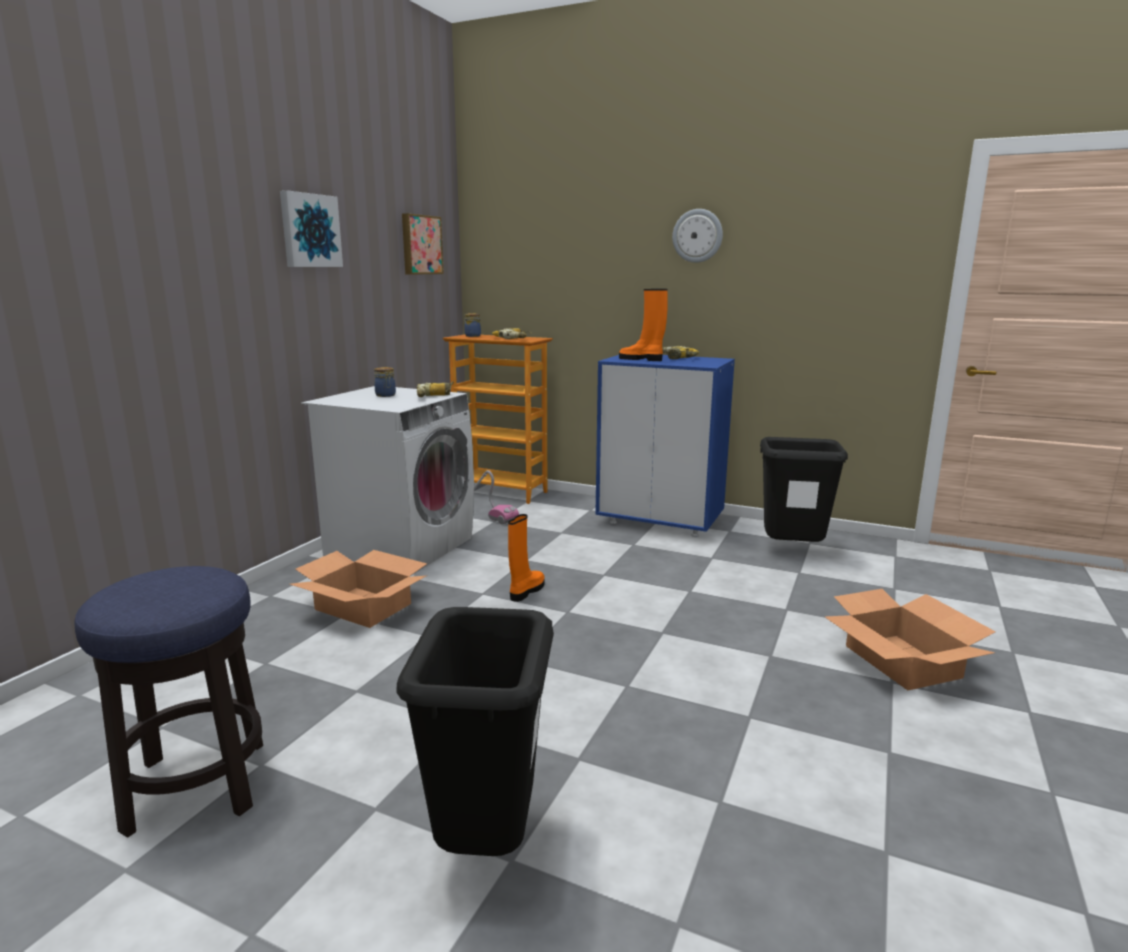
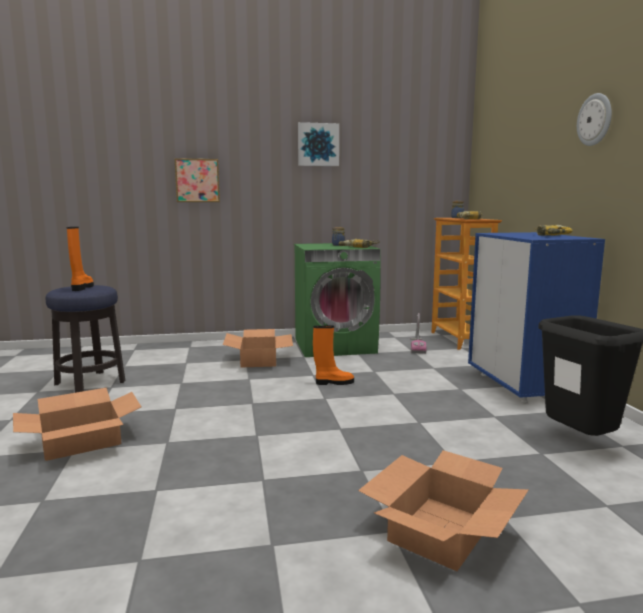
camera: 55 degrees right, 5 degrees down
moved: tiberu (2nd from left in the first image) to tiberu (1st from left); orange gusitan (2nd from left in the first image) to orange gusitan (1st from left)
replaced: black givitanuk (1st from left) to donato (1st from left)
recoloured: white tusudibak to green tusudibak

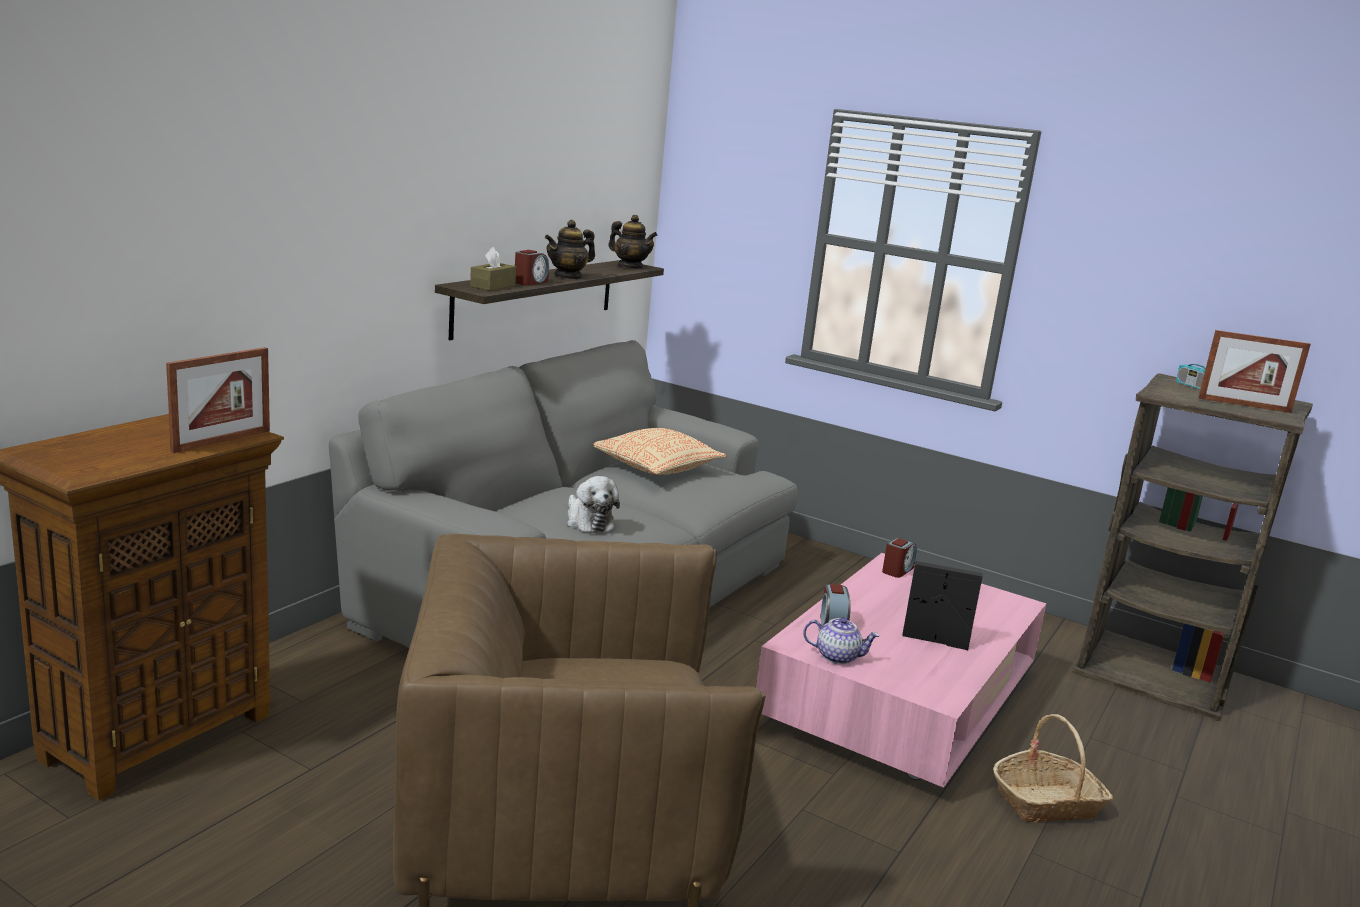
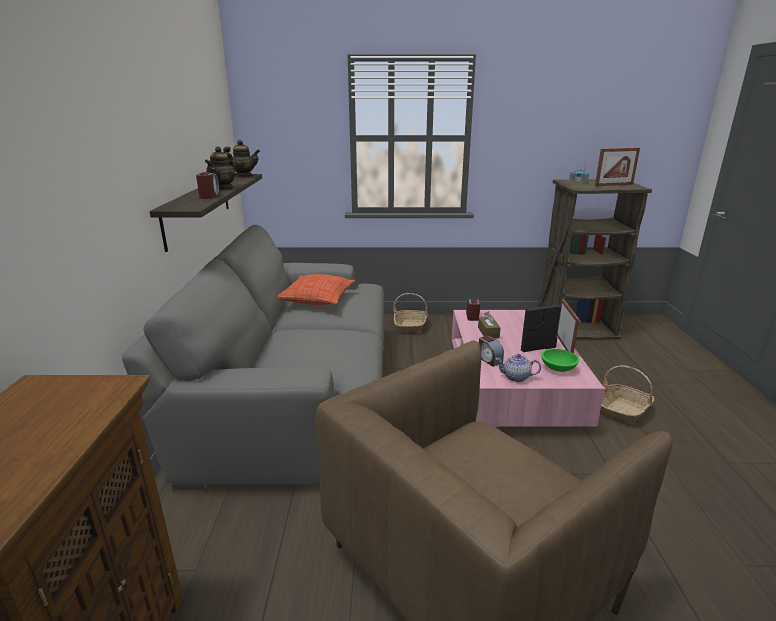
camera: 30 degrees left, 5 degrees up
removed: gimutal
added: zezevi (1st from left); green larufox
moved: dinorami (1st from left in the first image) to dinorami (2nd from left); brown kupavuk
recoloured: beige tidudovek to orange tidudovek
turned: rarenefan (3rd from left) 150 degrees counterclockwise

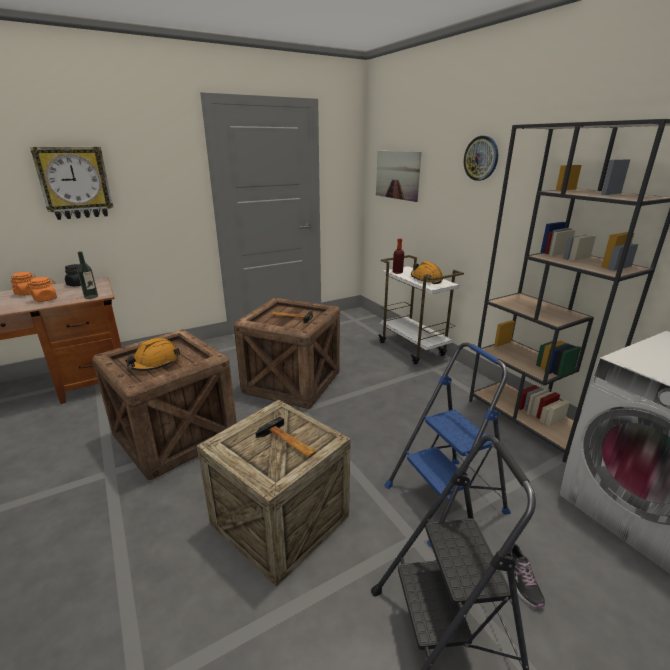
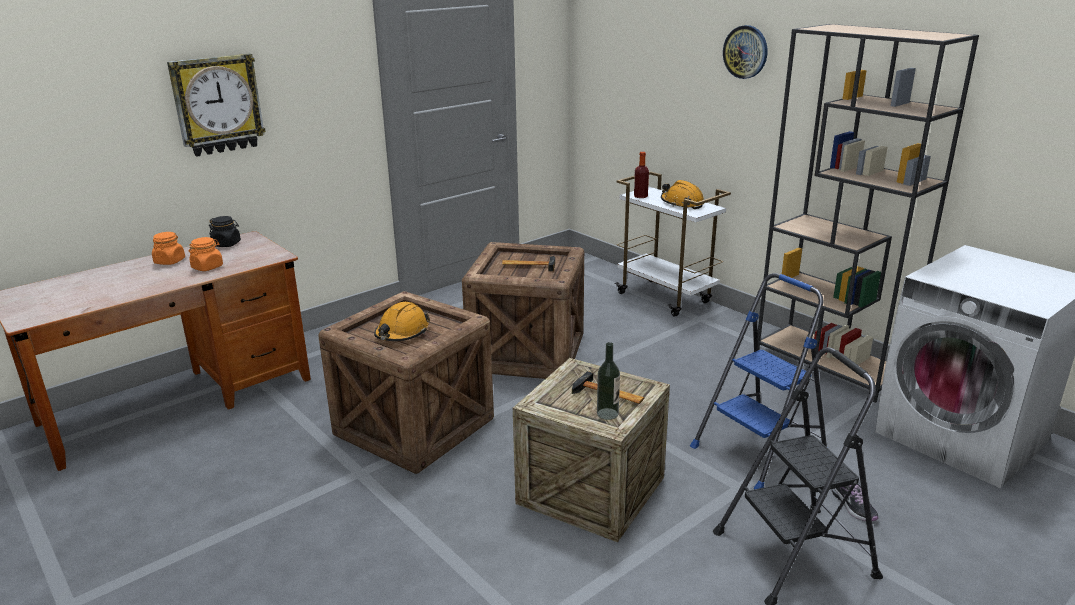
camera: 10 degrees left, 0 degrees up
removed: tiberu
moved: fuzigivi (1st from left)

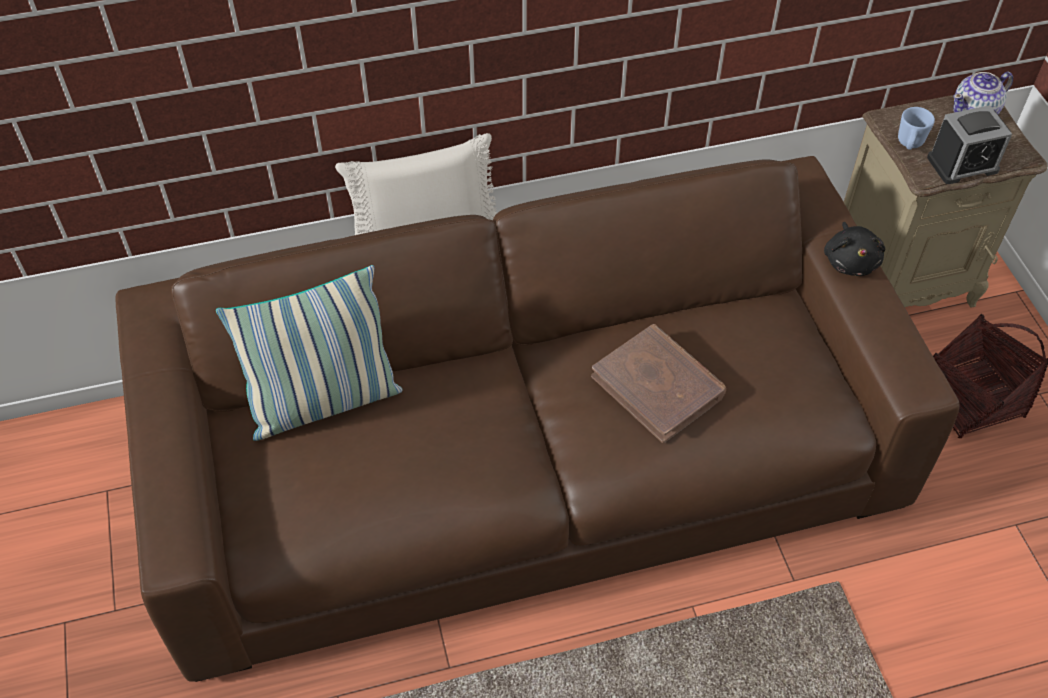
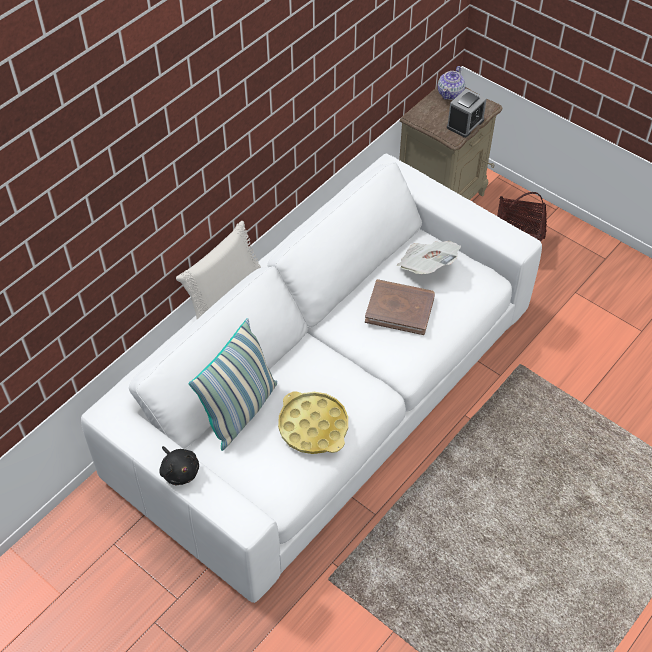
camera: 35 degrees left, 0 degrees up
removed: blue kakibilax
added: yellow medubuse; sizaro
moved: black gimutal
recoloured: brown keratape to white keratape

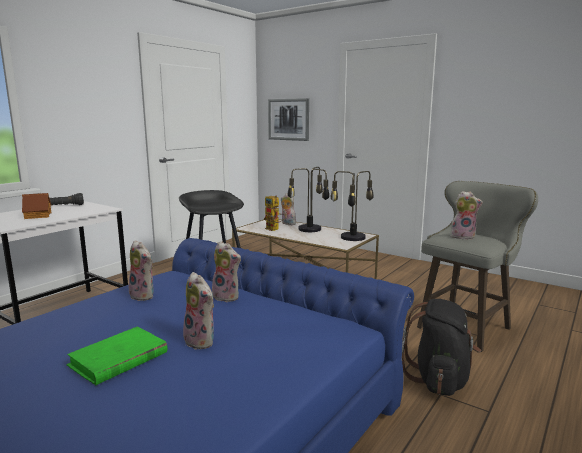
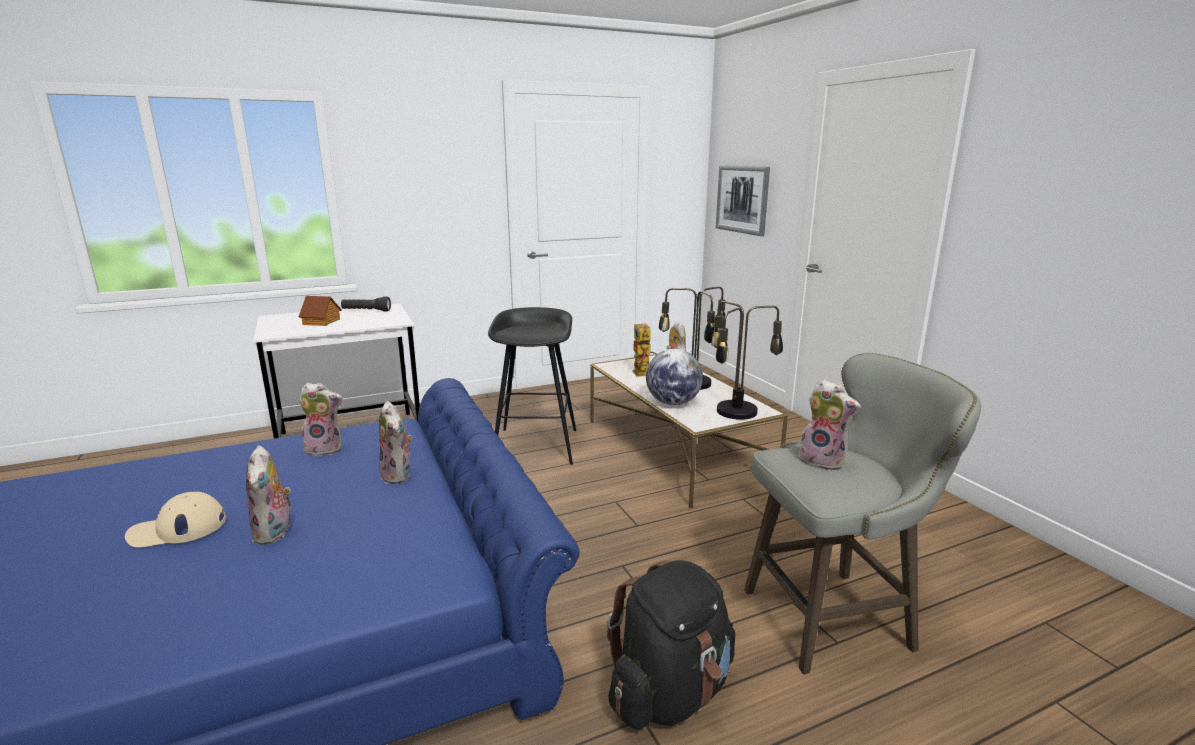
camera: 30 degrees right, 5 degrees up
added: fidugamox
replaced: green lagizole to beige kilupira
turned: gimutal (1st from left in the first image) 75 degrees counterclockwise

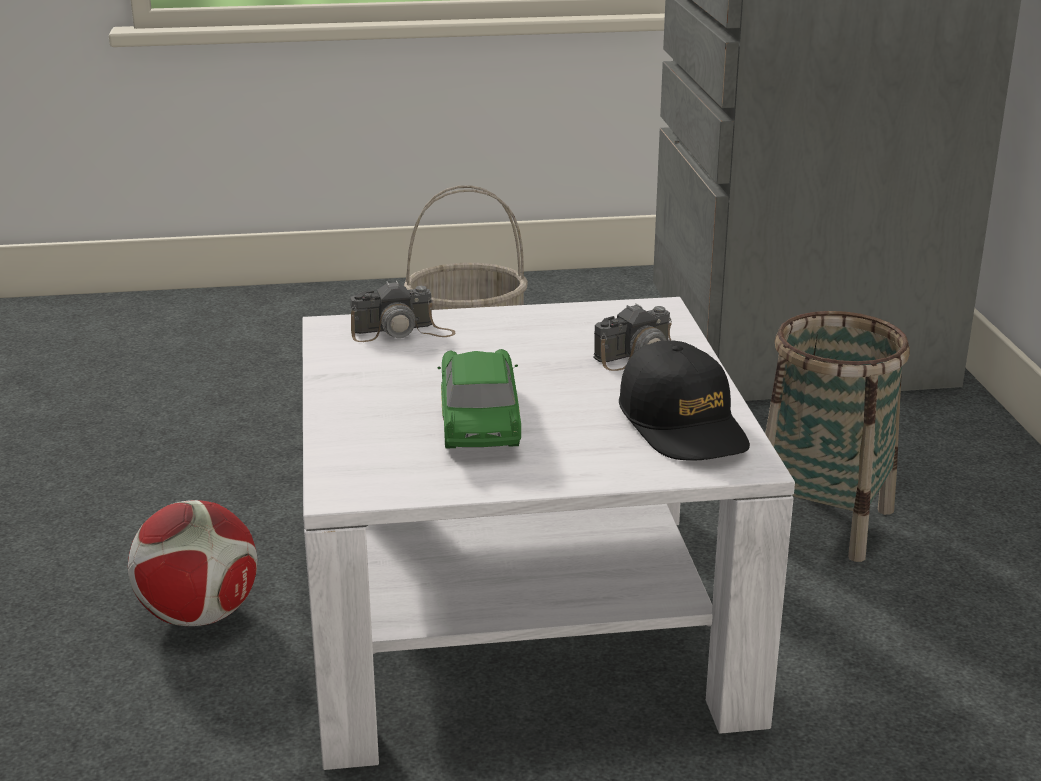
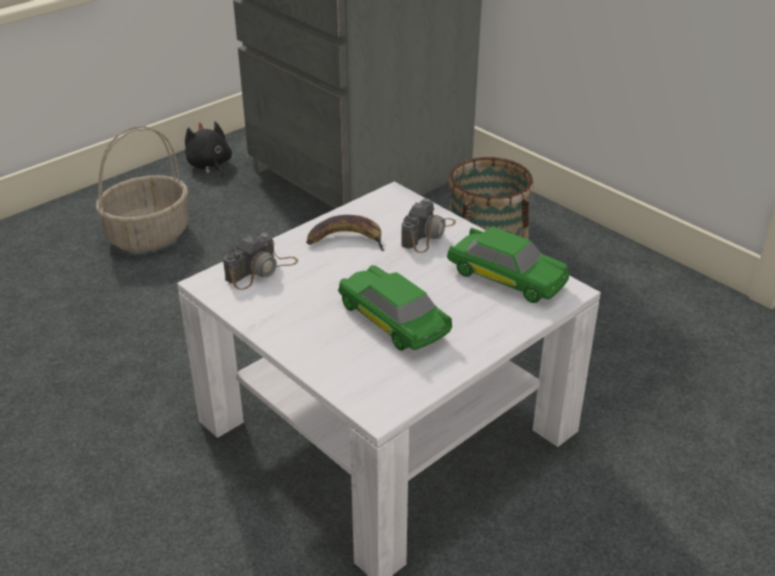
camera: 35 degrees left, 10 degrees up
removed: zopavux
added: black gimutal; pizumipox
replaced: black kilupira to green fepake (2nd from left)

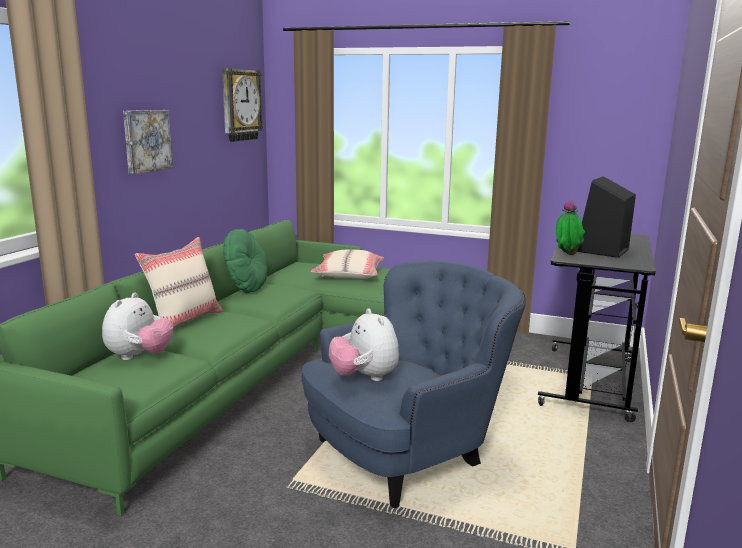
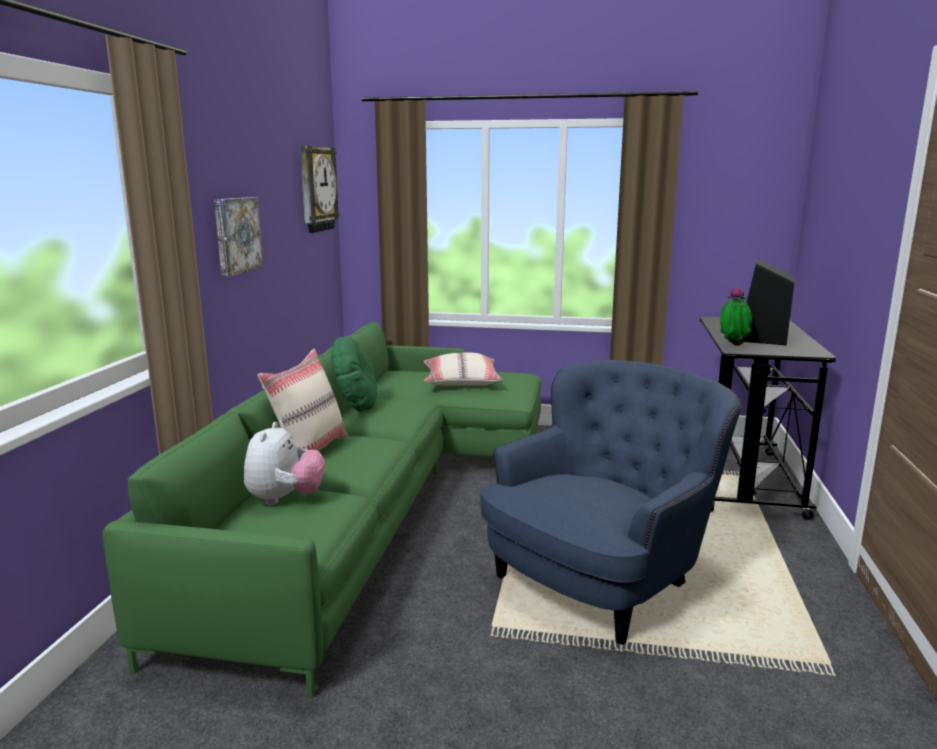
camera: 10 degrees left, 0 degrees up
removed: gimutal (2nd from left)

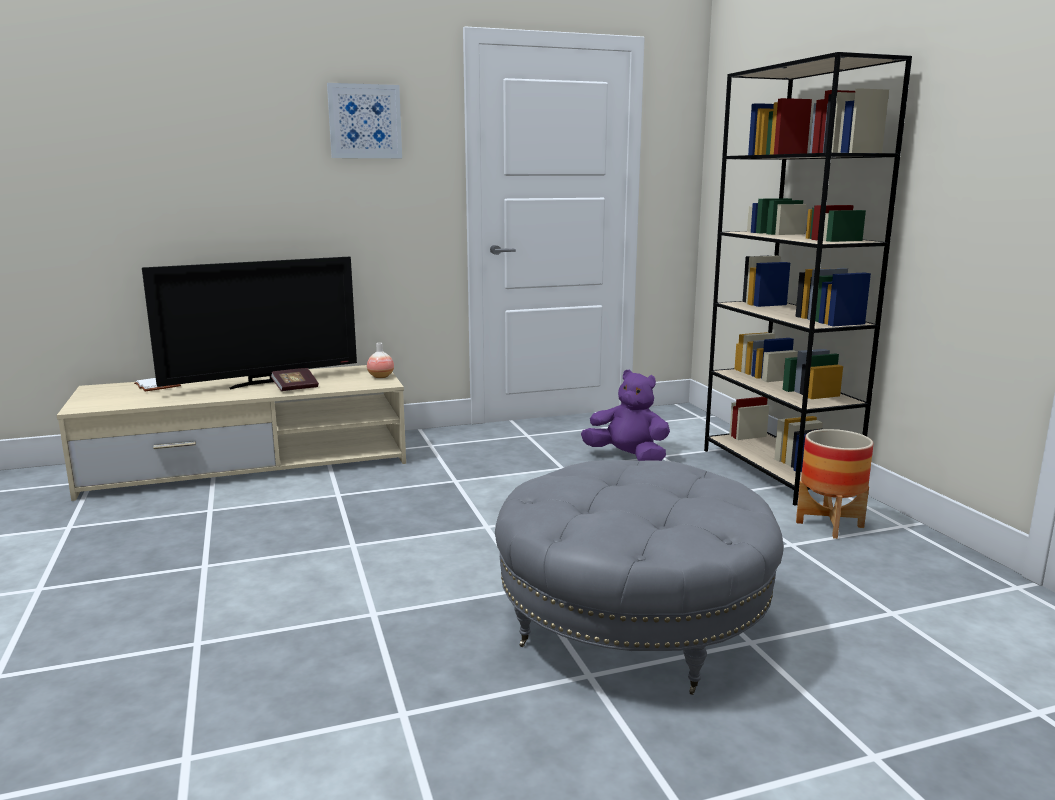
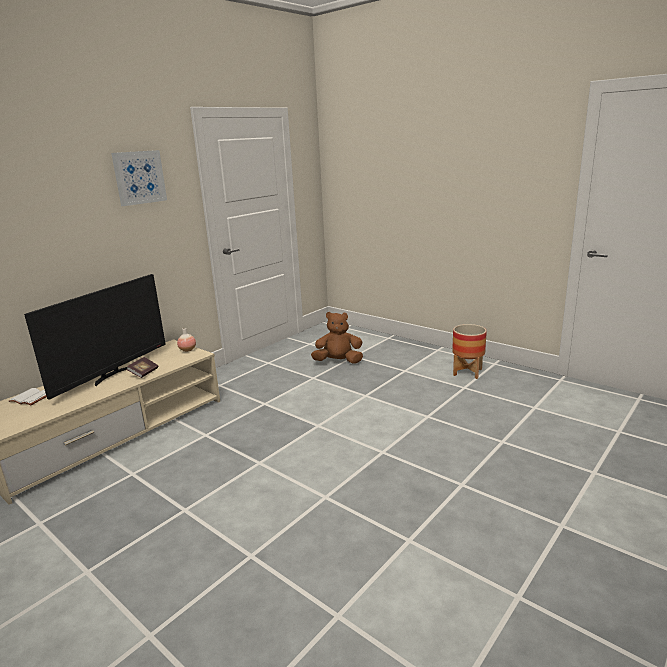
camera: 30 degrees left, 5 degrees up
removed: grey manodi; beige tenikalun
recoloured: purple gimutal to brown gimutal

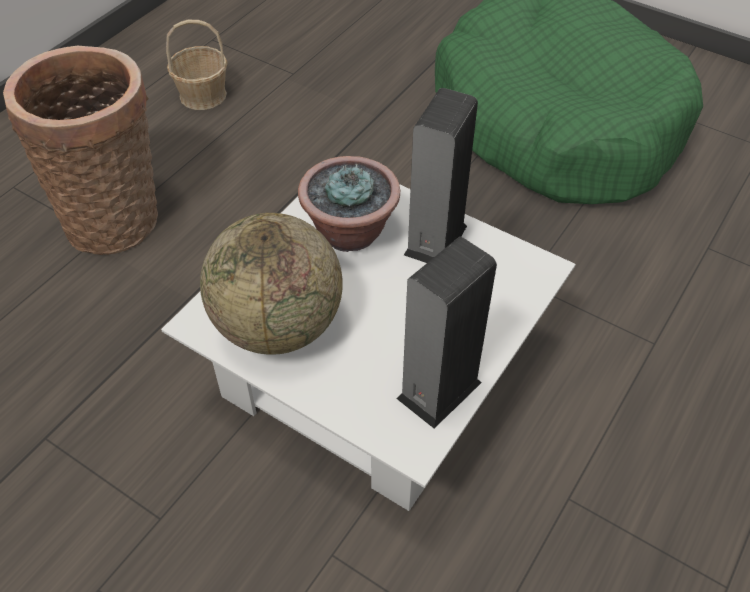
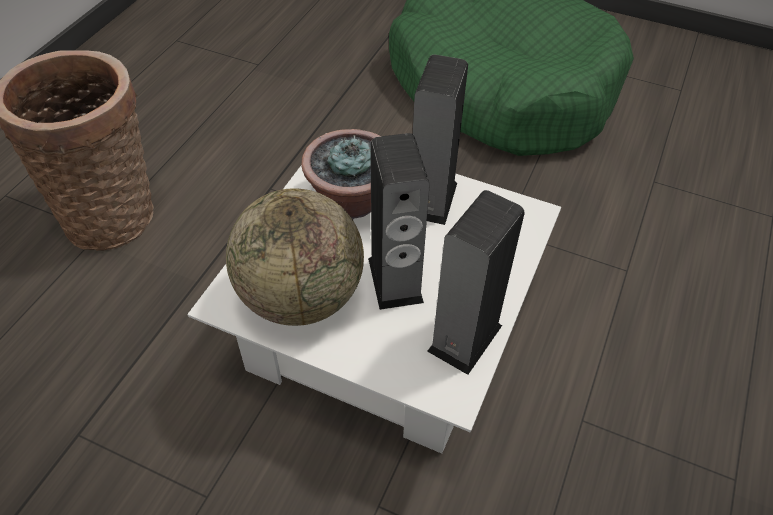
camera: 10 degrees left, 0 degrees up
removed: zezevi (2nd from left)
added: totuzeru (1st from left)

